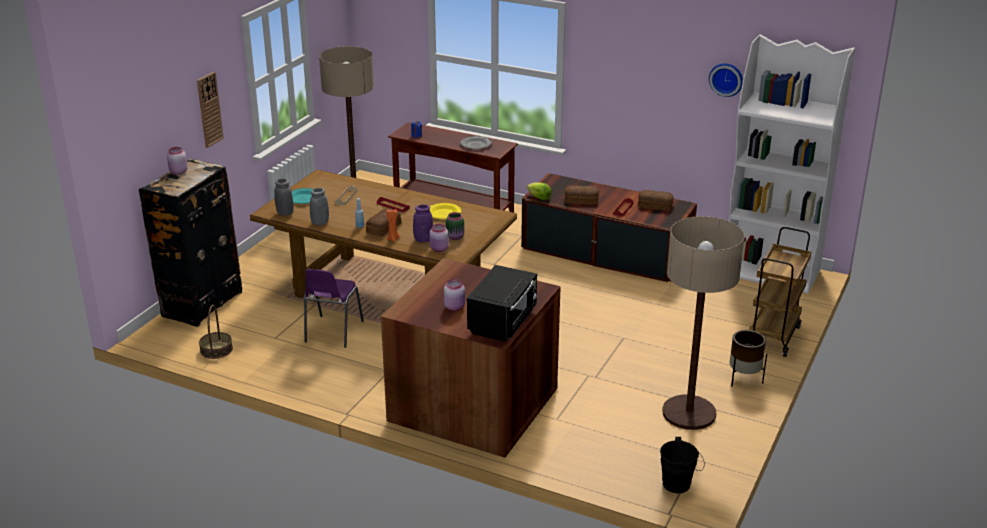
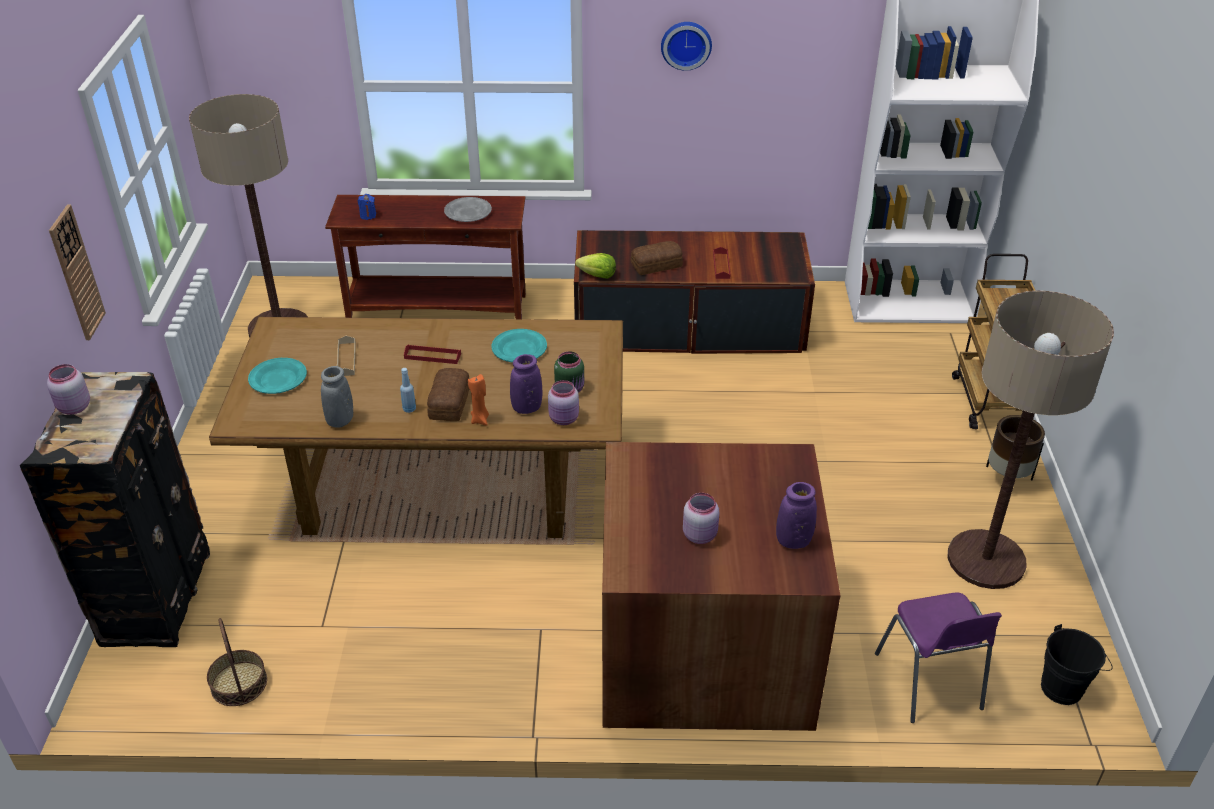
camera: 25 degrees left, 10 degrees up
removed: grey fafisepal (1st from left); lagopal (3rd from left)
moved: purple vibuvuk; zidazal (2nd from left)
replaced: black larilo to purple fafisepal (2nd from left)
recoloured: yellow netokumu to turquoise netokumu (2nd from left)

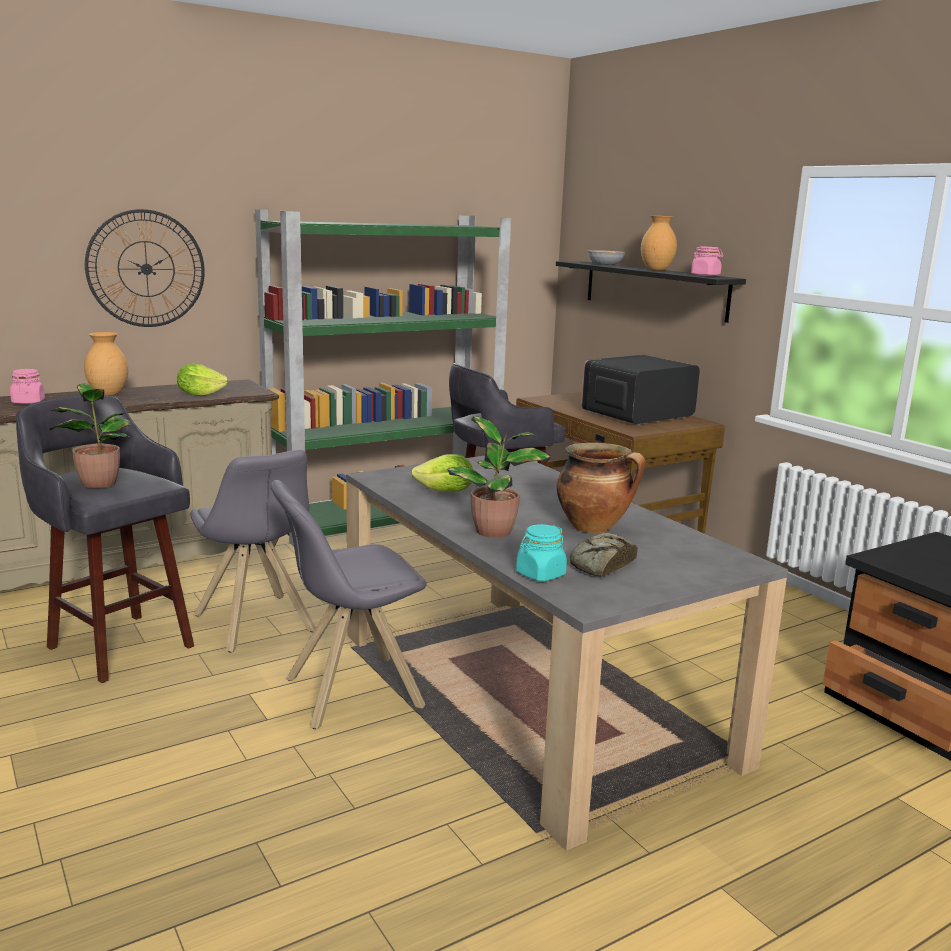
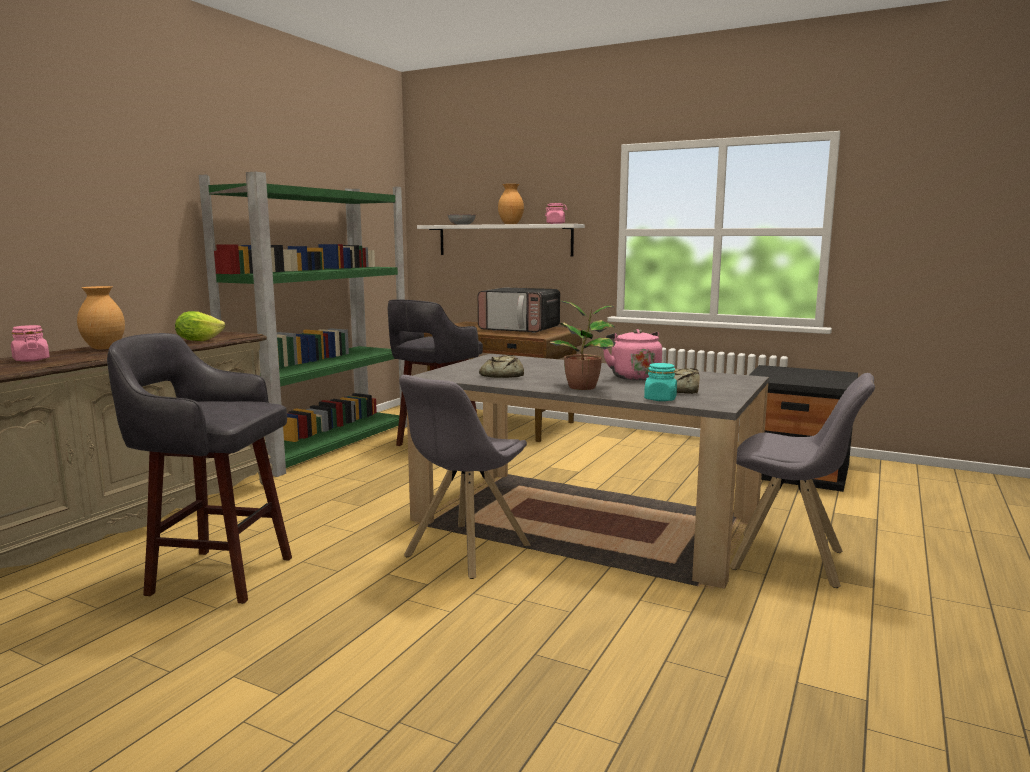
camera: 30 degrees left, 5 degrees down
removed: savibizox (1st from left); zidazal
moved: grey vibuvuk (1st from left in the first image) to grey vibuvuk (2nd from left)
replaced: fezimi (2nd from left) to lagopal (1st from left); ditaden to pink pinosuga
recoloured: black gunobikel to white gunobikel
turned: larilo 90 degrees counterclockwise

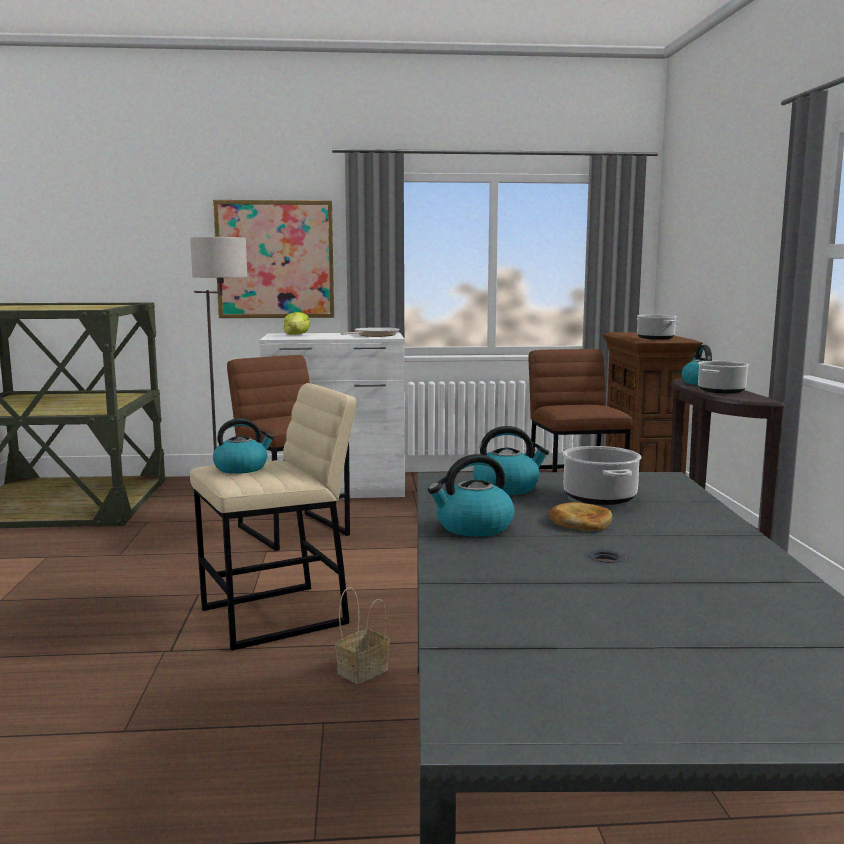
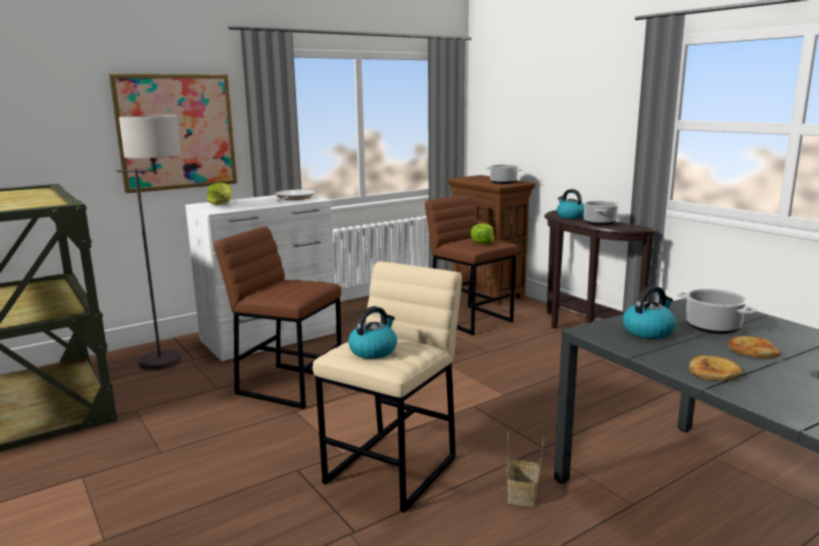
camera: 30 degrees left, 5 degrees up
added: fezimi (2nd from left)
replaced: pinosuga (2nd from left) to lagopal (1st from left)

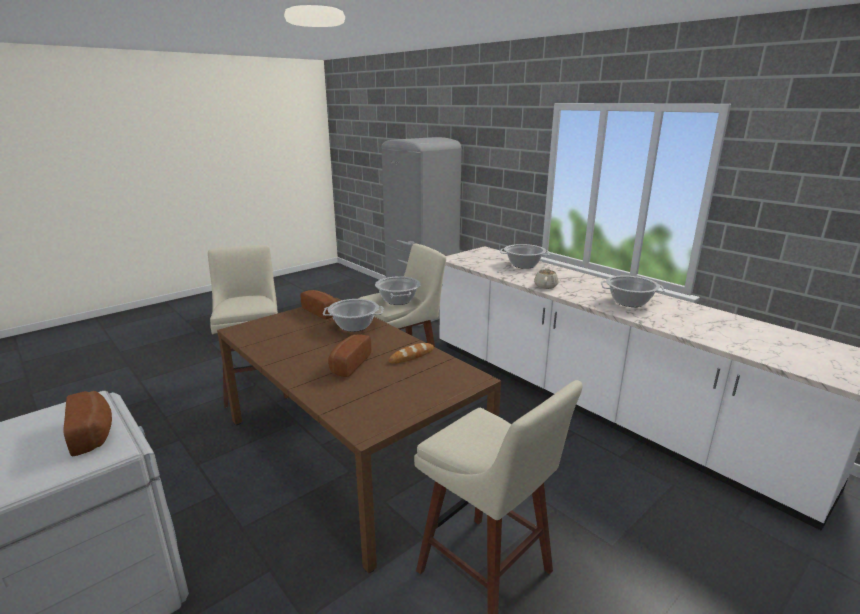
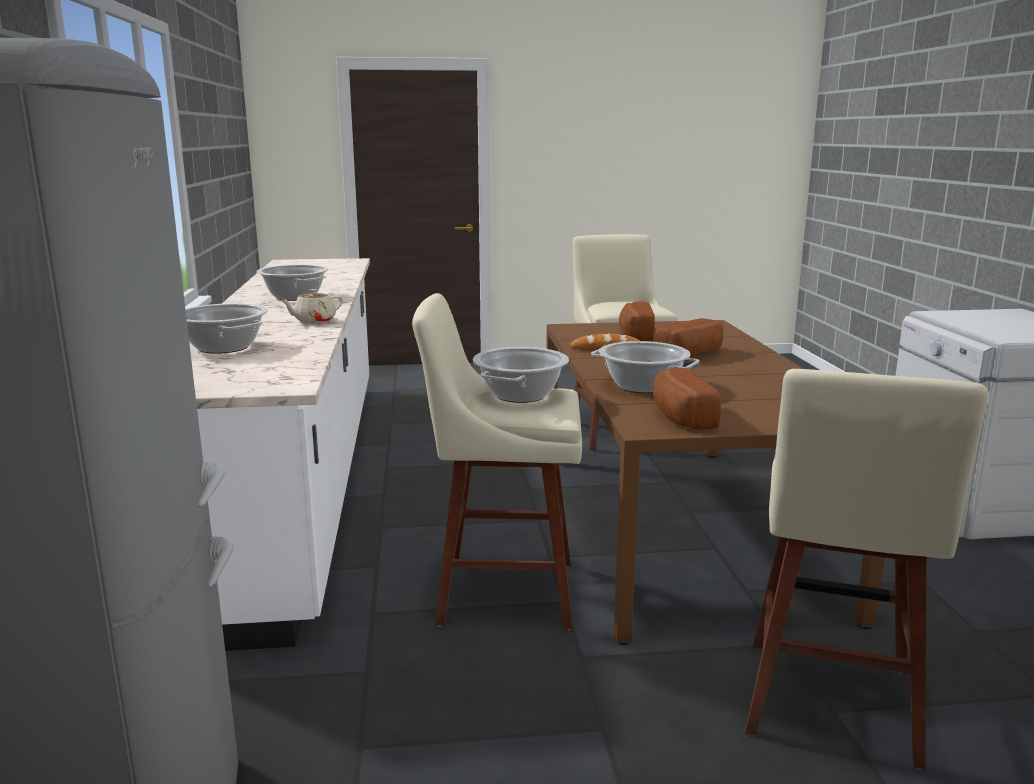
camera: 145 degrees left, 5 degrees down
moved: lagopal (1st from left in the first image) to lagopal (2nd from left)

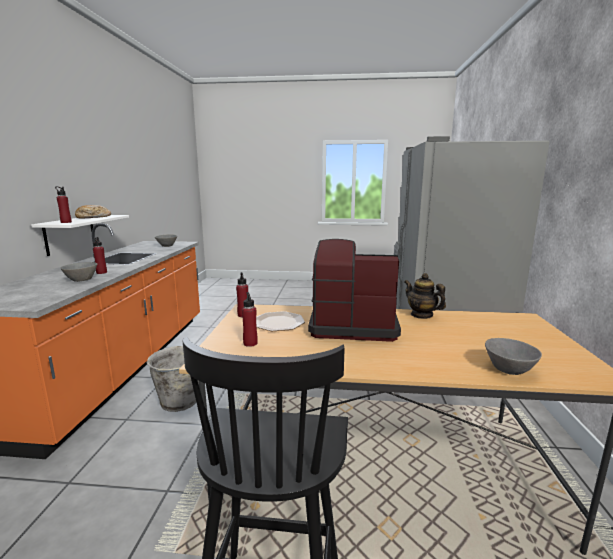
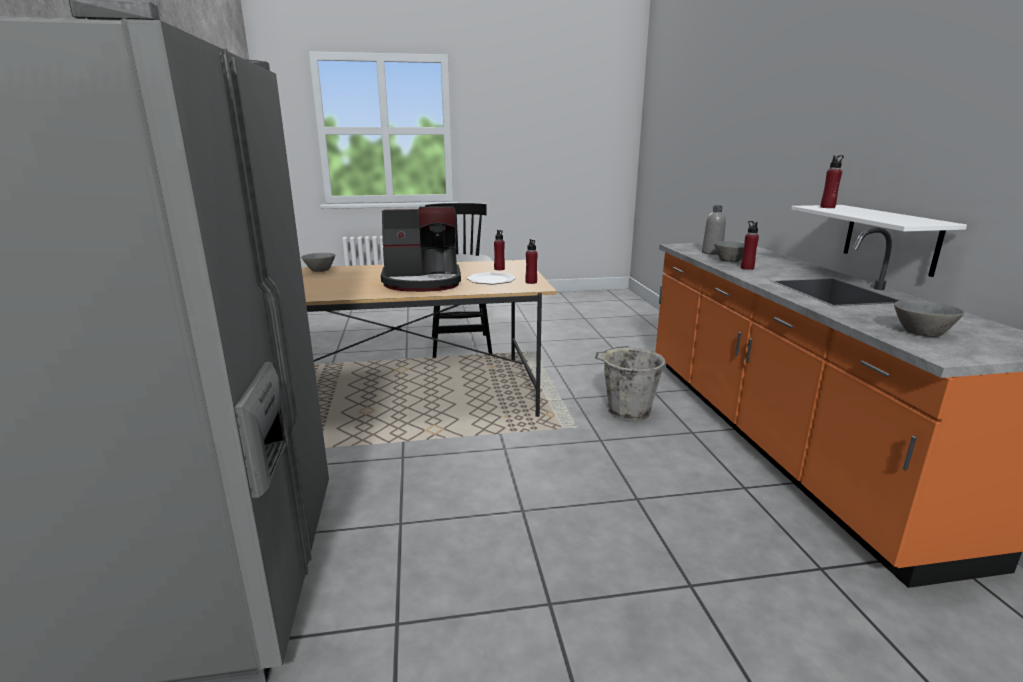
camera: 165 degrees right, 5 degrees up
removed: lagopal; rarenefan
added: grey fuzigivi

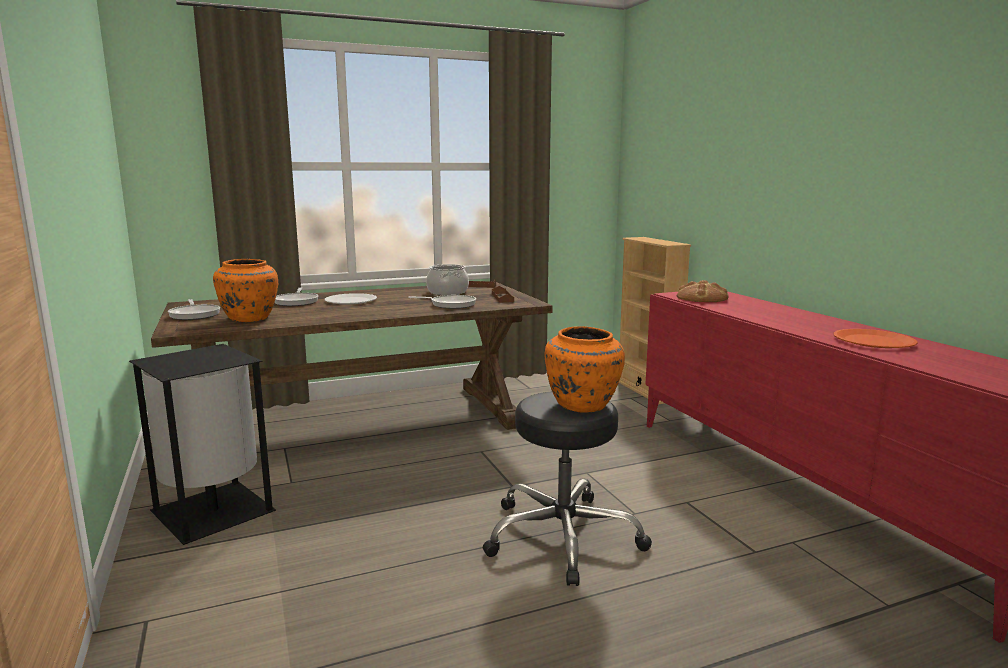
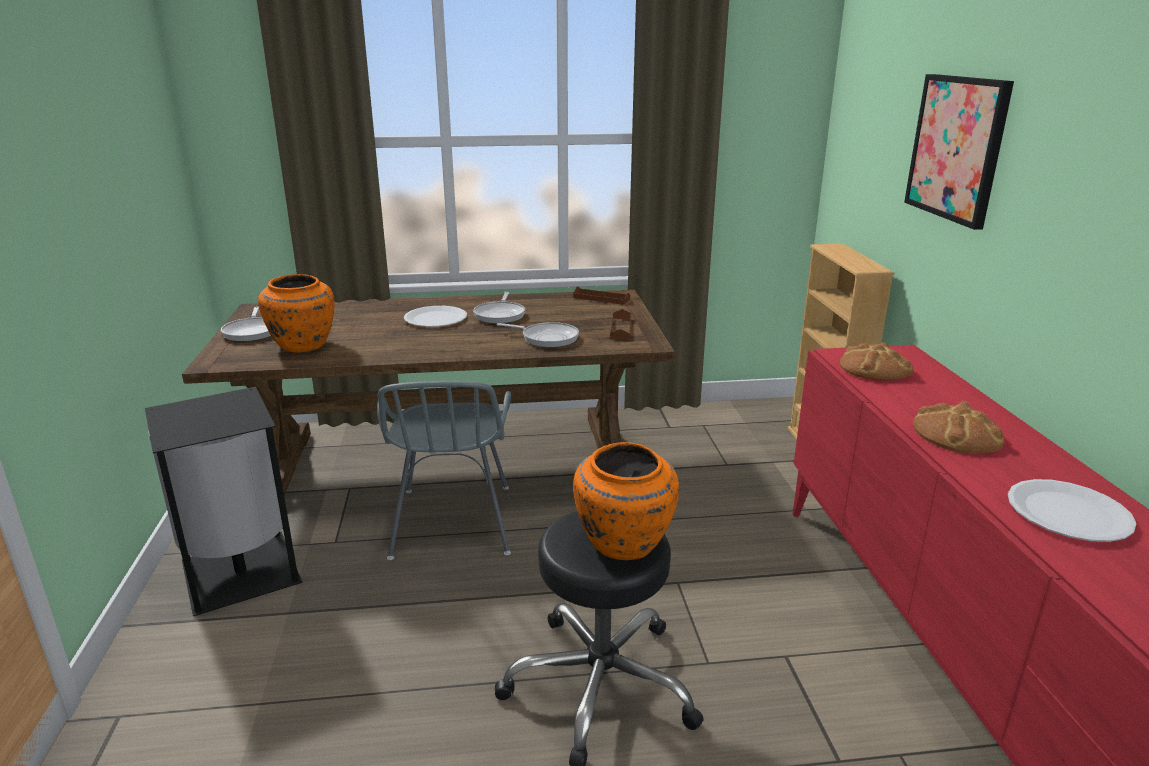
camera: 15 degrees right, 10 degrees up
removed: ditaden
added: grey vibuvuk; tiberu; lagopal (2nd from left)
moved: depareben (2nd from left)
recoloured: orange netokumu to white netokumu (2nd from left)

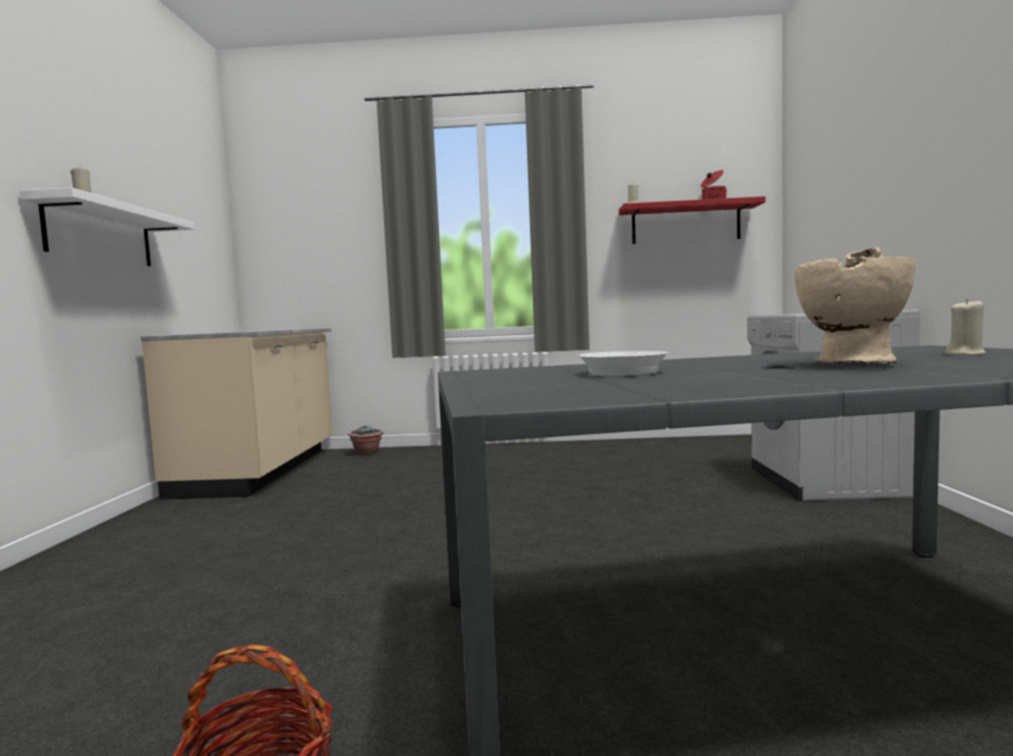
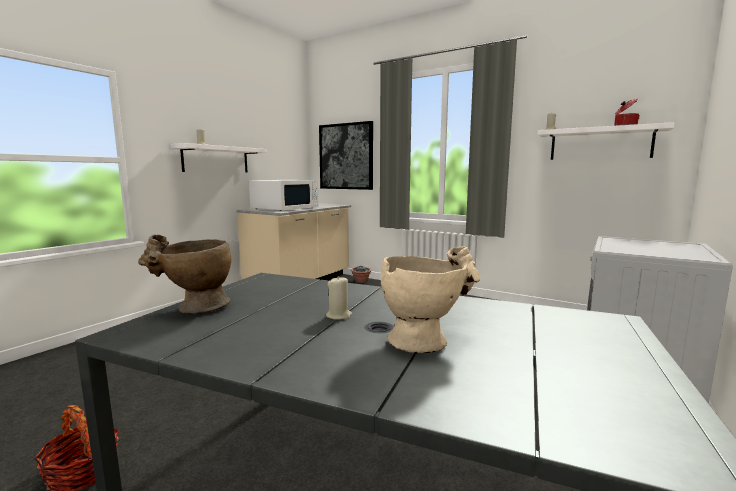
camera: 30 degrees right, 5 degrees up
removed: white depareben
added: beige fafisepal (1st from left); white larilo; tiberu
moved: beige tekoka (3rd from left in the first image) to beige tekoka (2nd from left)
recoloured: red gunobikel to white gunobikel (2nd from left)

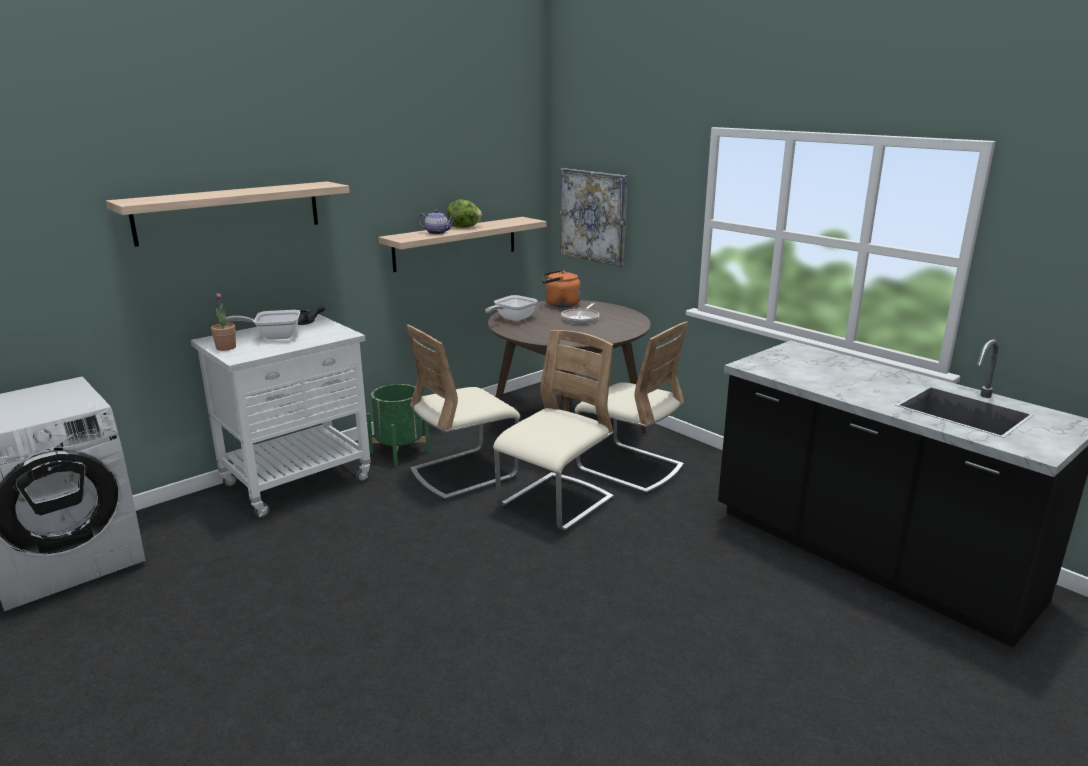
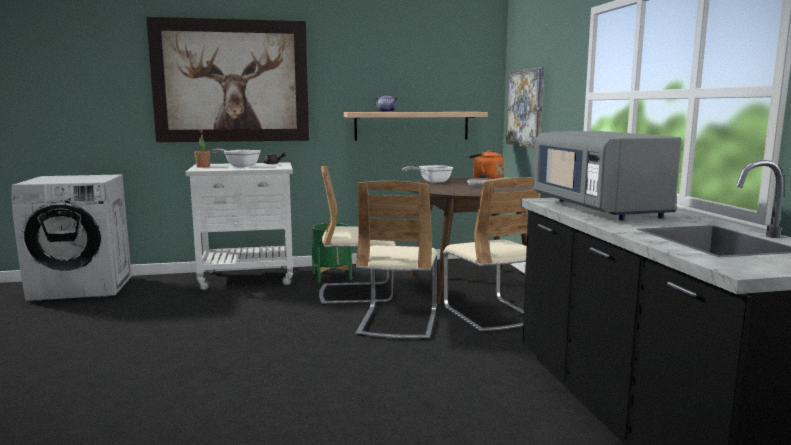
camera: 30 degrees right, 10 degrees down
removed: fezimi
added: grey larilo
replaced: gunobikel (1st from left) to tiberu (1st from left)
turned: beige vibuvuk (2nd from left) 120 degrees clockwise

